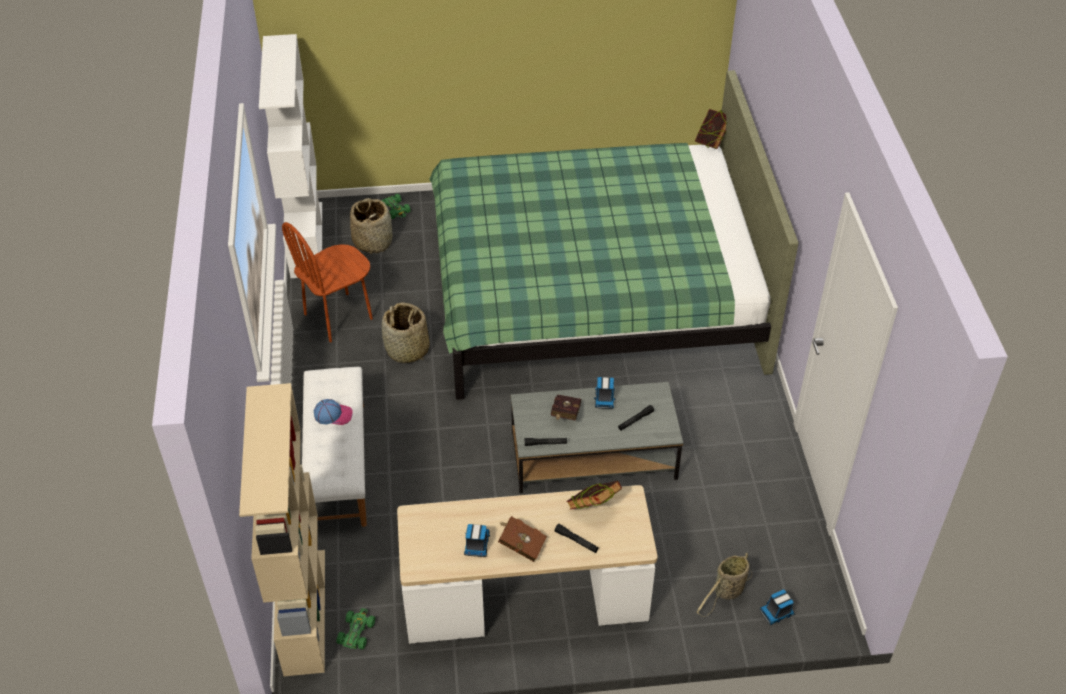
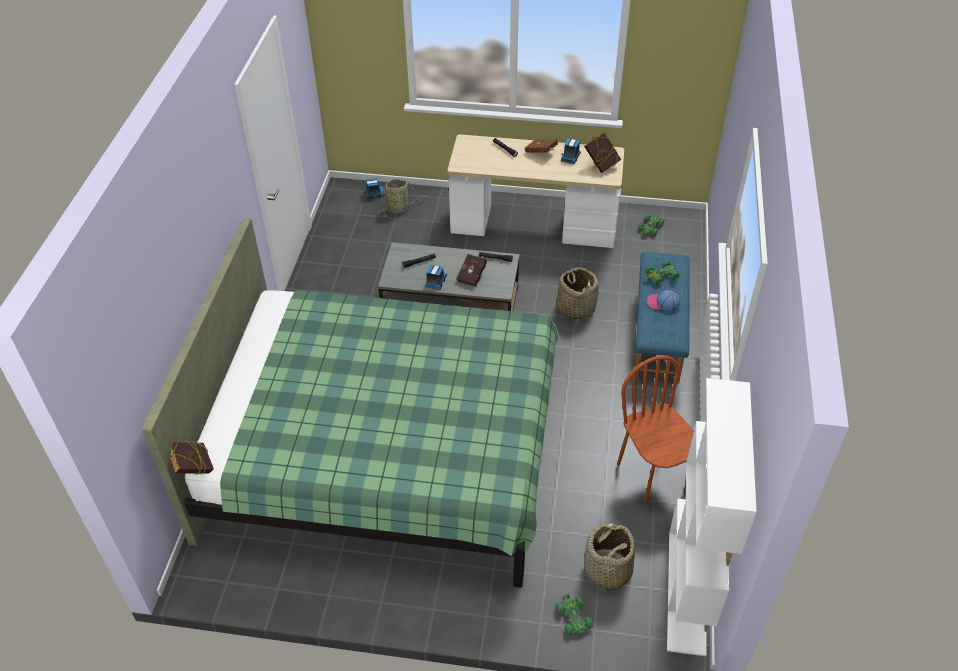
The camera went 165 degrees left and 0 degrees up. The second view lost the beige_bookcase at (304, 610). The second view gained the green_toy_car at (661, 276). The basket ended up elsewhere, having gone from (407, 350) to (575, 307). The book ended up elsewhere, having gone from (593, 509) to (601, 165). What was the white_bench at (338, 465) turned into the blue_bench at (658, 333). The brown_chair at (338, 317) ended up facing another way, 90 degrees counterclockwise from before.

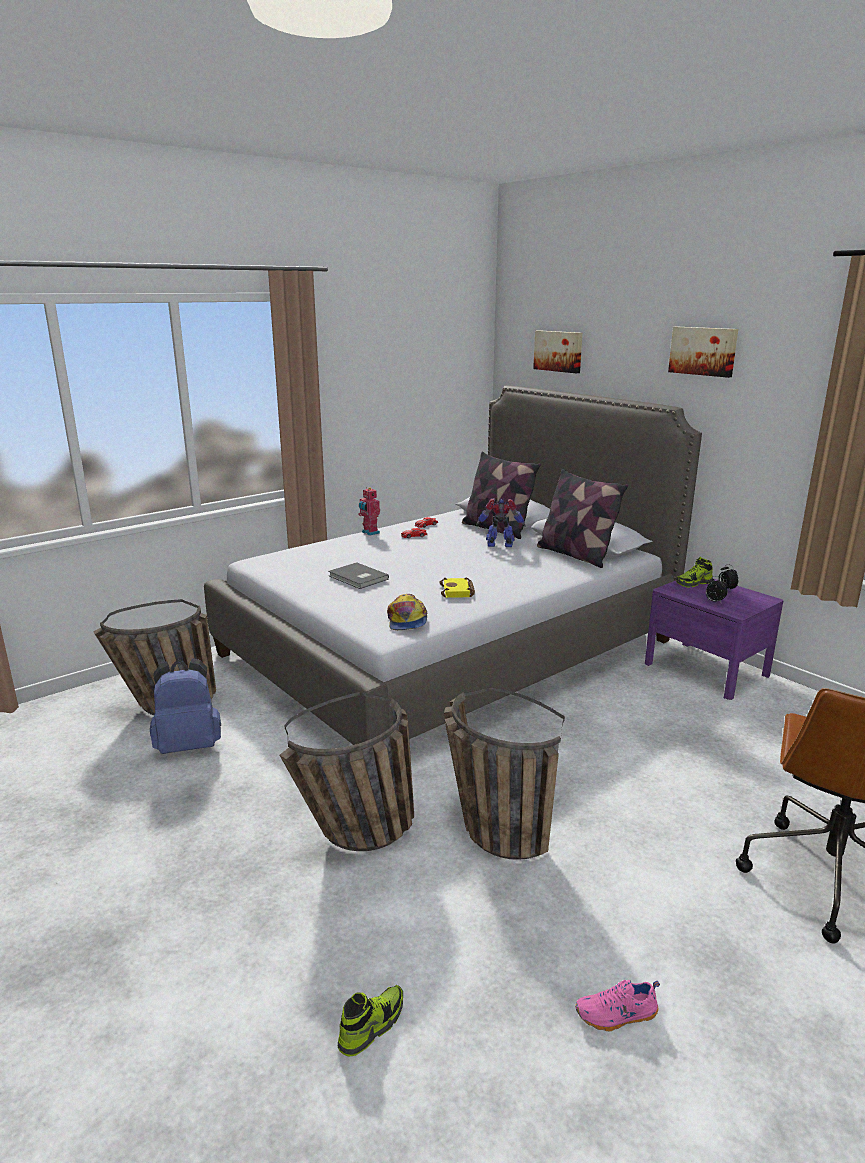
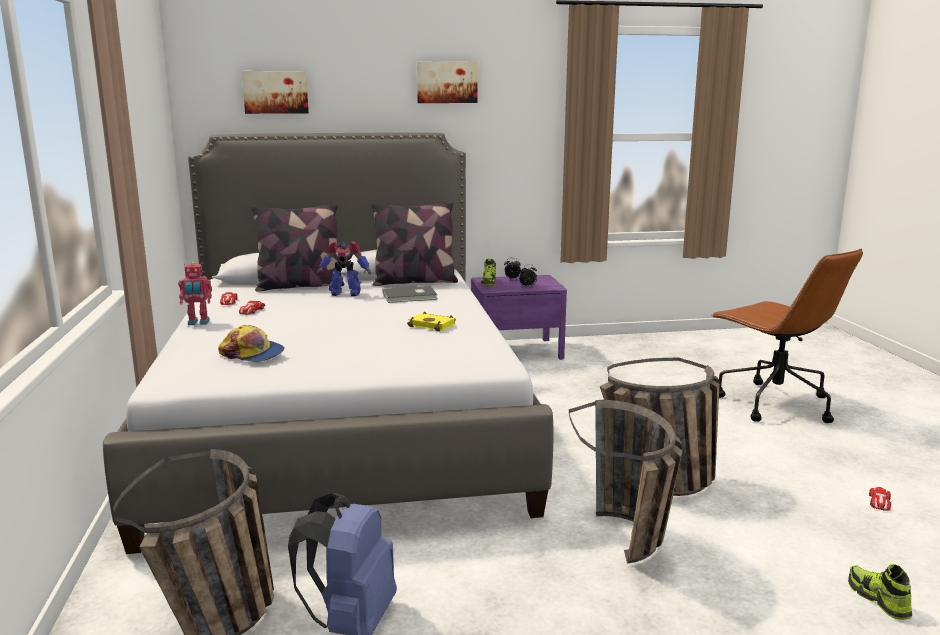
The camera went 60 degrees left and 5 degrees down. The grey_book ended up elsewhere, having gone from (357, 578) to (410, 296). The cap ended up elsewhere, having gone from (407, 621) to (253, 354). Where the pink_shoe stood at (616, 1015), the toy_car came to stand at (879, 502). The toy_robot at (500, 545) ended up facing another way, 120 degrees counterclockwise from before.

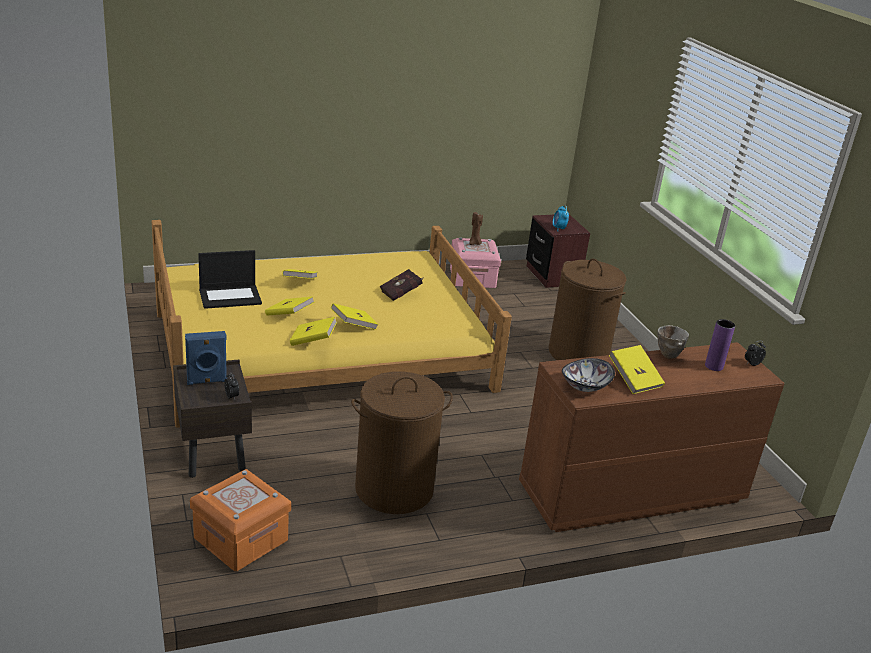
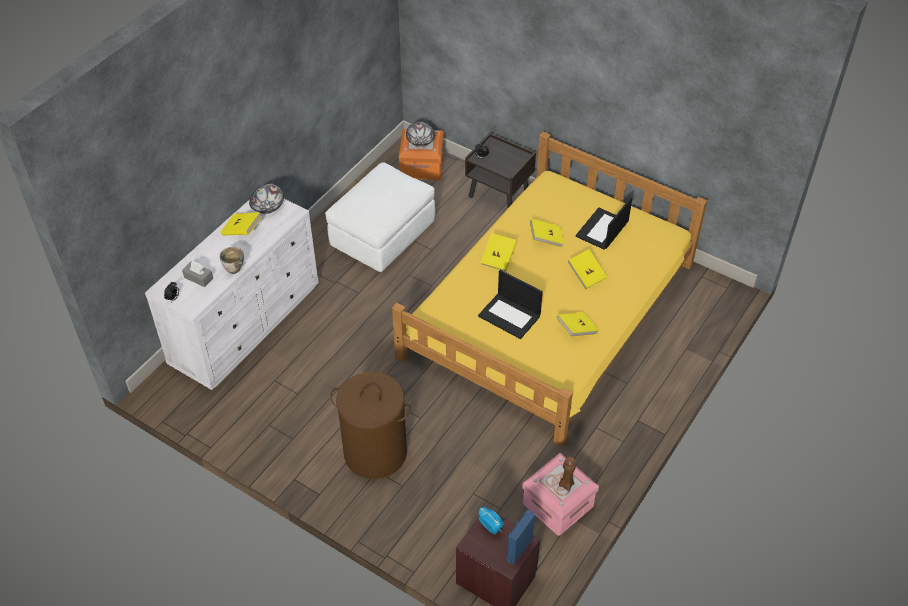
The camera went 145 degrees right and 20 degrees up. The second view gained the bowl at (420, 141). The blue_speaker ended up elsewhere, having gone from (207, 381) to (518, 549). The yellow_book ended up elsewhere, having gone from (313, 341) to (576, 330). Where the brown_laundry_basket stood at (394, 489), the white_ottoman came to stand at (382, 236). Where the red_book stood at (402, 294), the laptop came to stand at (510, 316). Where the purple_vase stood at (714, 366), the grey_tissue_box came to stand at (198, 278). What was the brown_dresser at (631, 493) turned into the white_dresser at (246, 324).

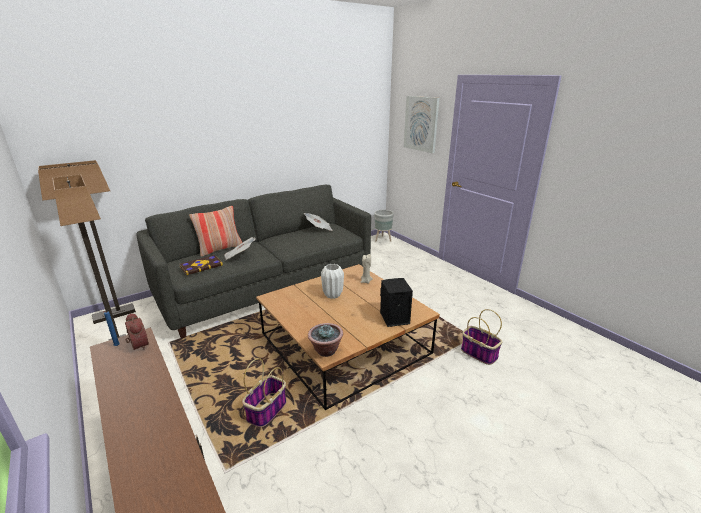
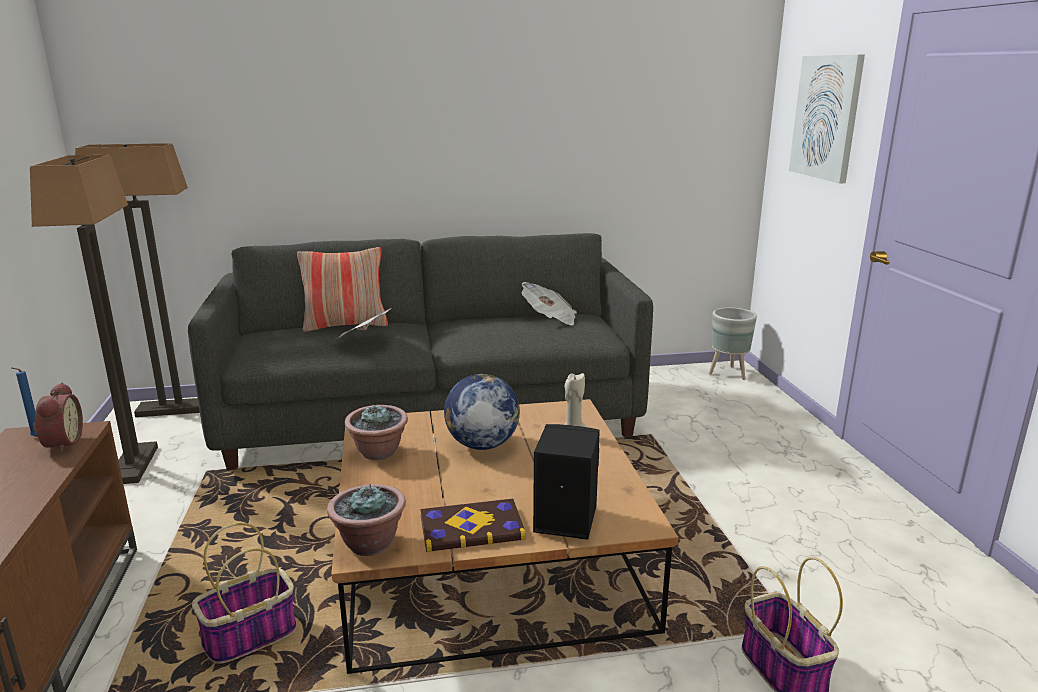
The camera went 25 degrees right and 5 degrees down. The second view gained the potted_plant at (379, 452). The book ended up elsewhere, having gone from (201, 266) to (471, 527). Where the white_vase stood at (332, 295), the globe came to stand at (481, 445).

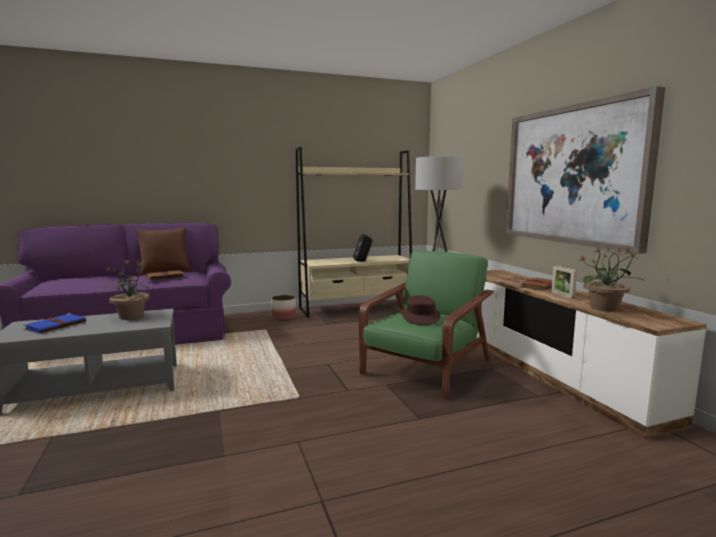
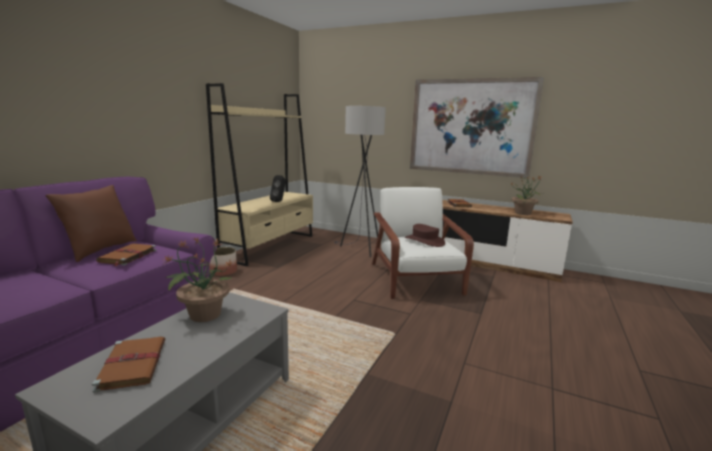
The camera went 45 degrees left and 5 degrees up. The second view lost the picture_frame at (562, 295). What was the blue_book at (56, 325) turned into the brown_book at (133, 364). What was the green_armchair at (426, 368) turned into the white_armchair at (415, 279).

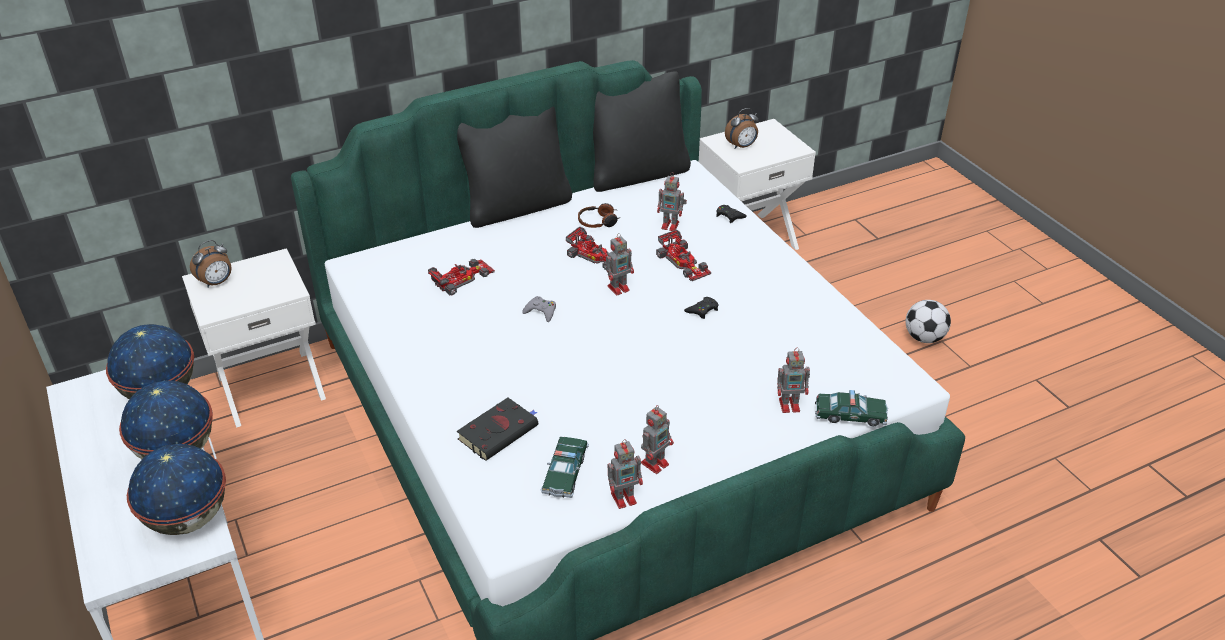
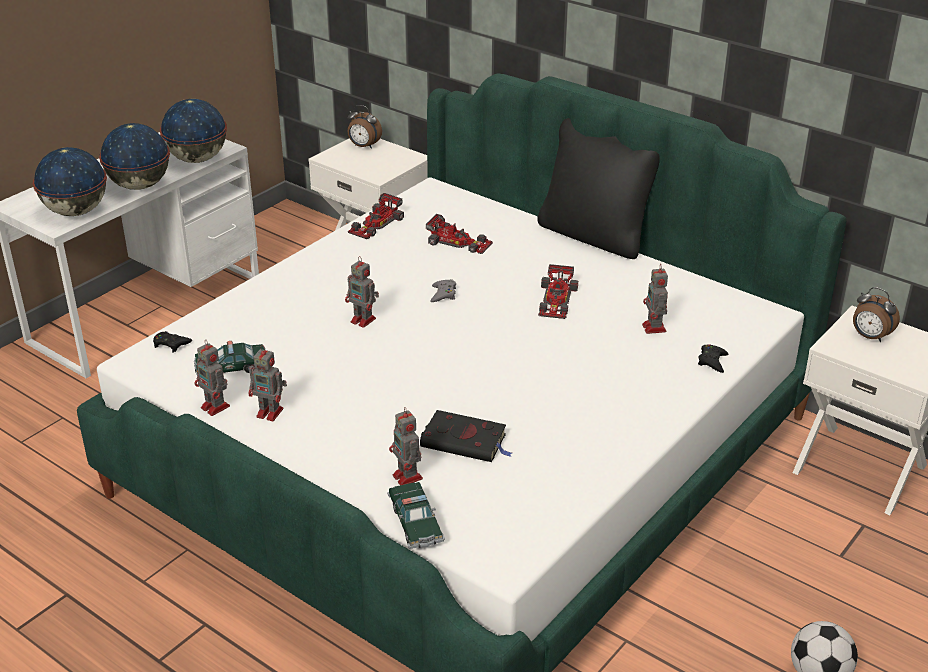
The camera went 65 degrees right and 5 degrees down. The second view lost the headphones at (598, 222). The second view lost the black_pillow at (636, 174). The black_book ended up elsewhere, having gone from (499, 431) to (466, 441). The toy_robot ended up elsewhere, having gone from (619, 288) to (364, 320). The toy_car ended up elsewhere, having gone from (683, 262) to (376, 224). The black_game_controller ended up elsewhere, having gone from (702, 310) to (171, 344).

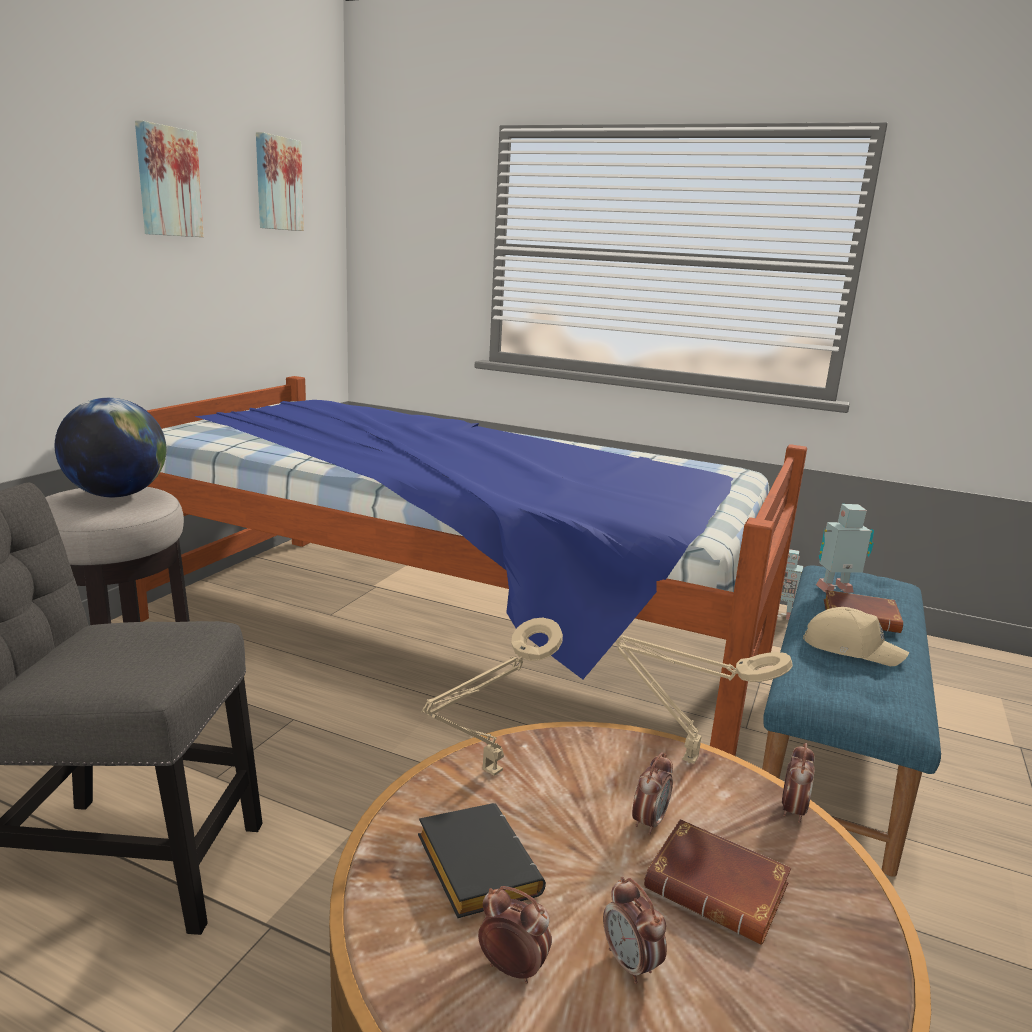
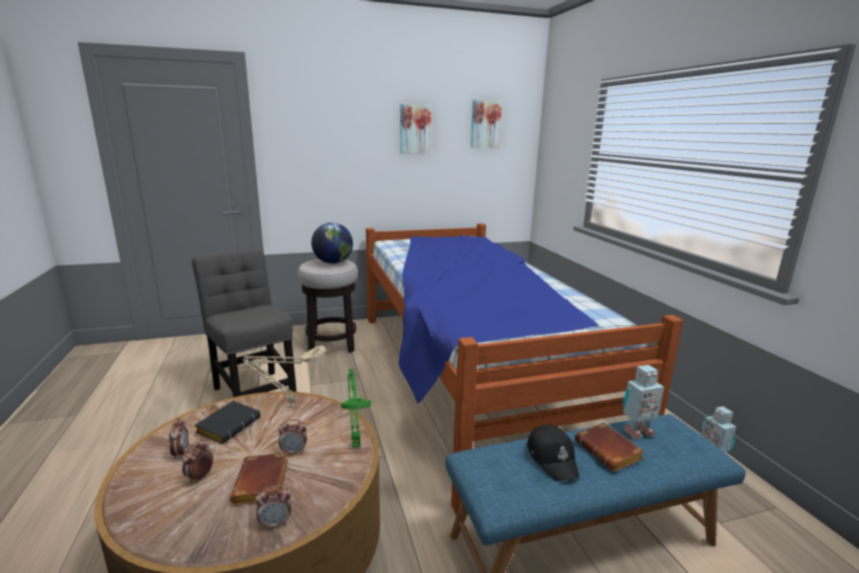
The camera went 50 degrees right and 0 degrees up. The alarm_clock ended up elsewhere, having gone from (792, 810) to (275, 523). What was the beige_table_lamp at (684, 758) turned into the green_table_lamp at (355, 444). What was the beige_cap at (851, 648) turned into the black_cap at (552, 458). The toy_robot at (836, 590) ended up facing another way, 120 degrees clockwise from before.

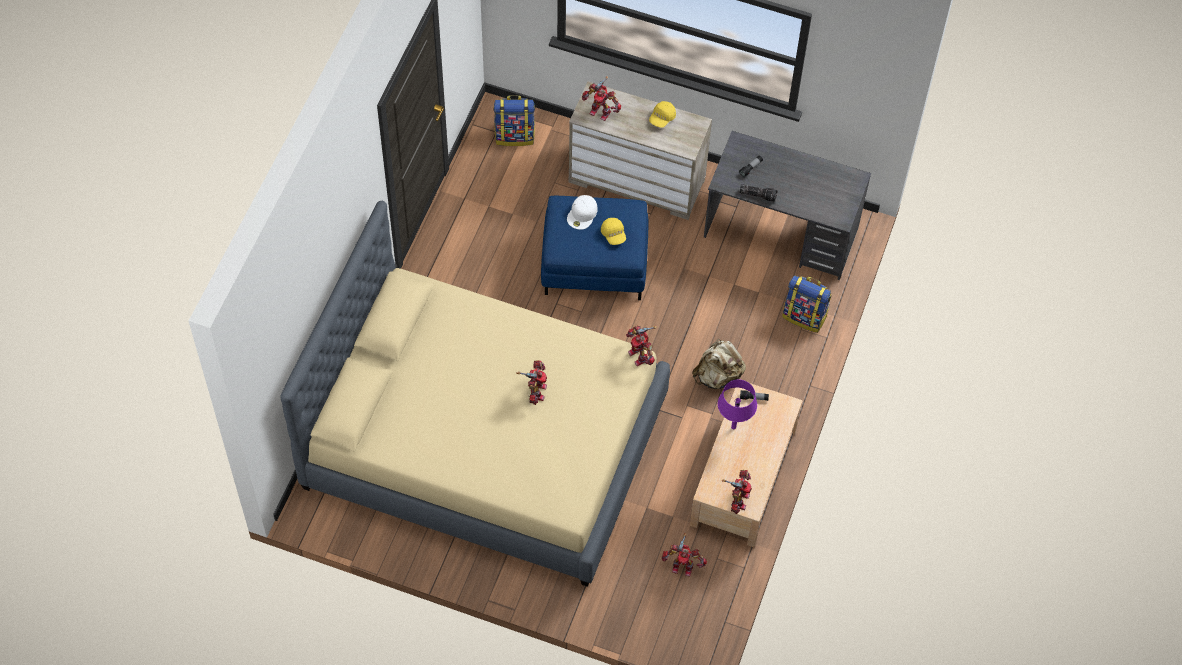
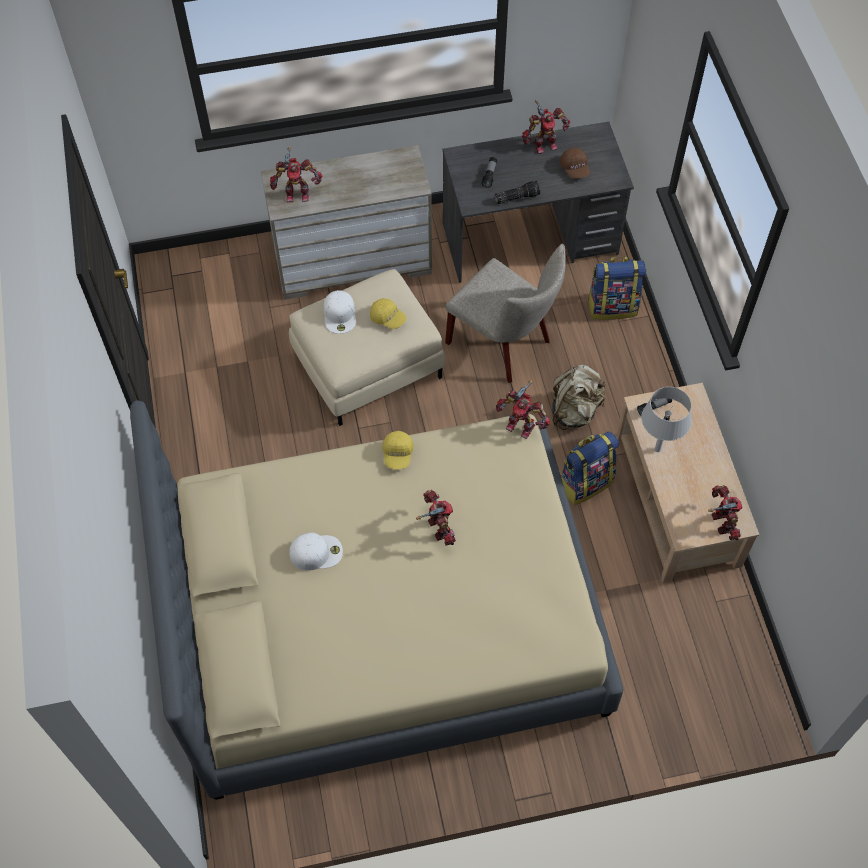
The camera went 30 degrees left and 0 degrees up. The second view gained the white_cap at (316, 552). The second view gained the beige_chair at (504, 344). The second view gained the brown_cap at (575, 168). The backpack ended up elsewhere, having gone from (515, 135) to (585, 482). The yellow_cap ended up elsewhere, having gone from (662, 118) to (398, 454). The toy_robot ended up elsewhere, having gone from (682, 566) to (544, 144). What was the blue_ottoman at (594, 262) turned into the beige_ottoman at (368, 365). What was the purple_table_lamp at (733, 427) turned into the grey_table_lamp at (657, 449).

